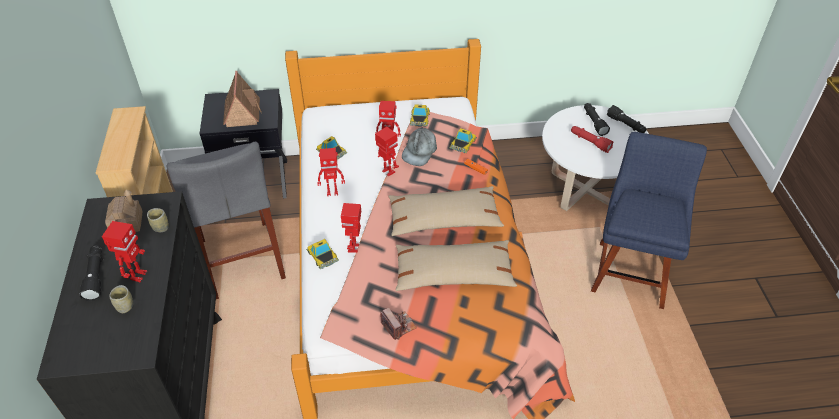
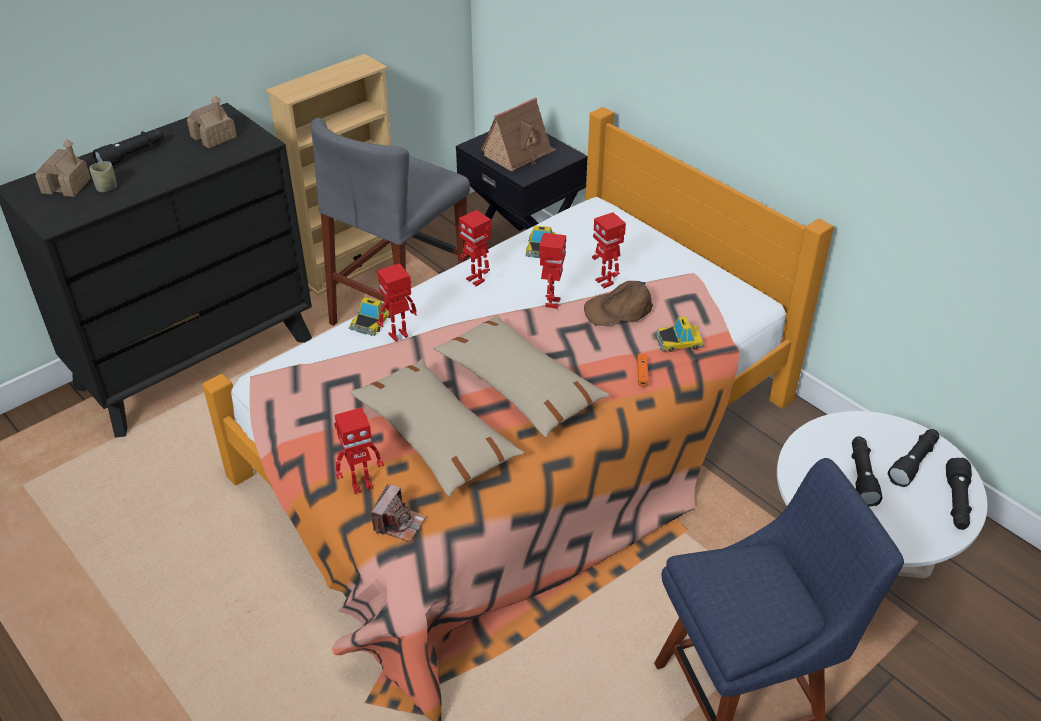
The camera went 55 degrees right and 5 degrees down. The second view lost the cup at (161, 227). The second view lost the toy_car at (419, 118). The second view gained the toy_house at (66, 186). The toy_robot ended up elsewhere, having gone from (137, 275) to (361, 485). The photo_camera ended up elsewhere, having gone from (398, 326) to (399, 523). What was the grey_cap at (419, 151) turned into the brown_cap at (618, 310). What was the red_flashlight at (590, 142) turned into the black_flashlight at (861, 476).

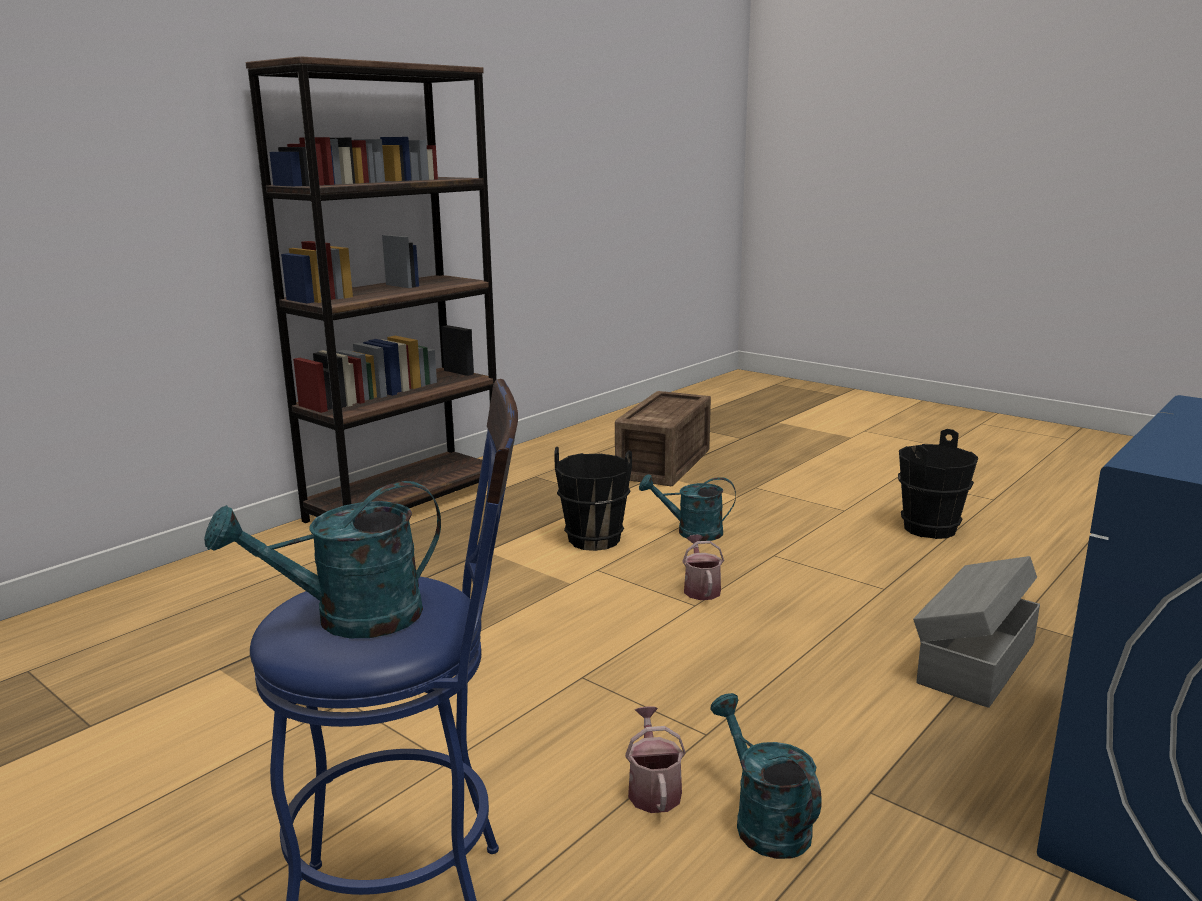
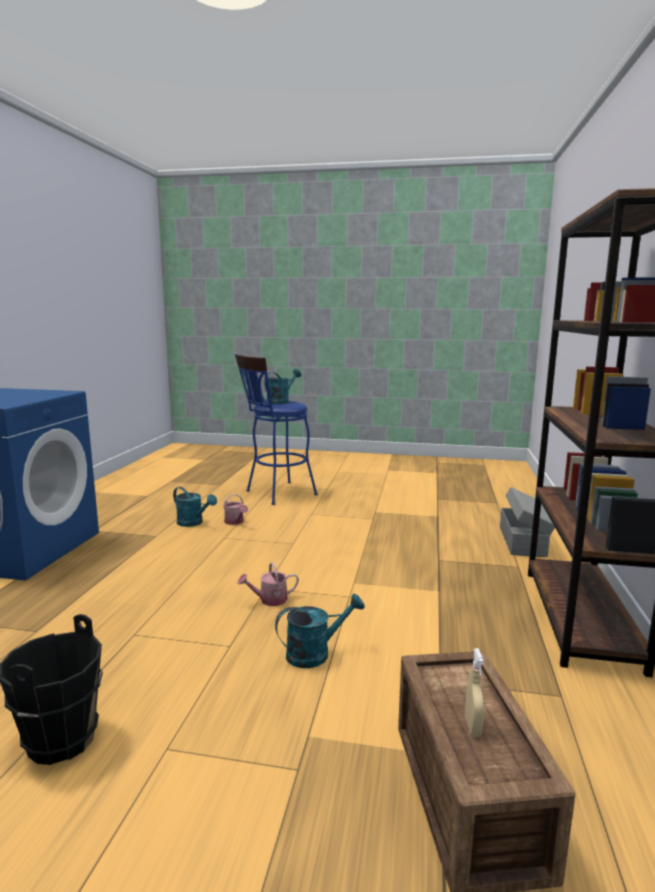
The camera went 150 degrees right and 5 degrees down. The second view lost the black_bucket at (594, 539). The second view gained the beige_spray_bottle at (472, 727). The grey_storage_box ended up elsewhere, having gone from (974, 662) to (523, 541). The watering_can at (701, 588) ended up facing another way, 105 degrees clockwise from before.

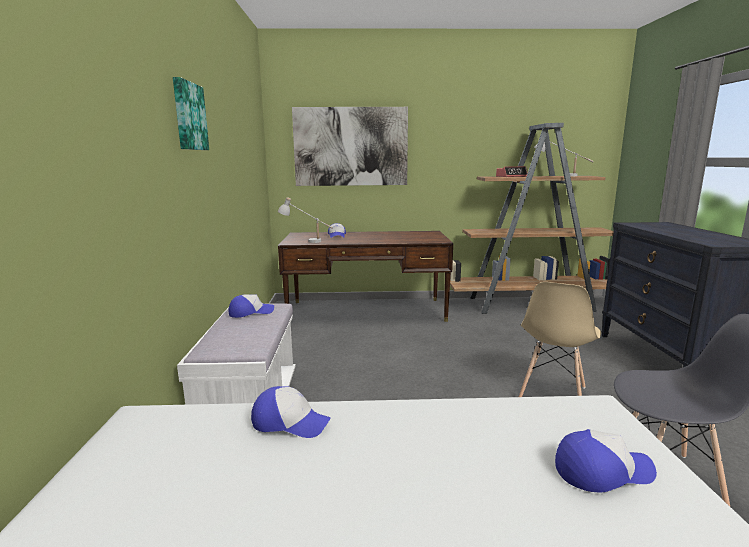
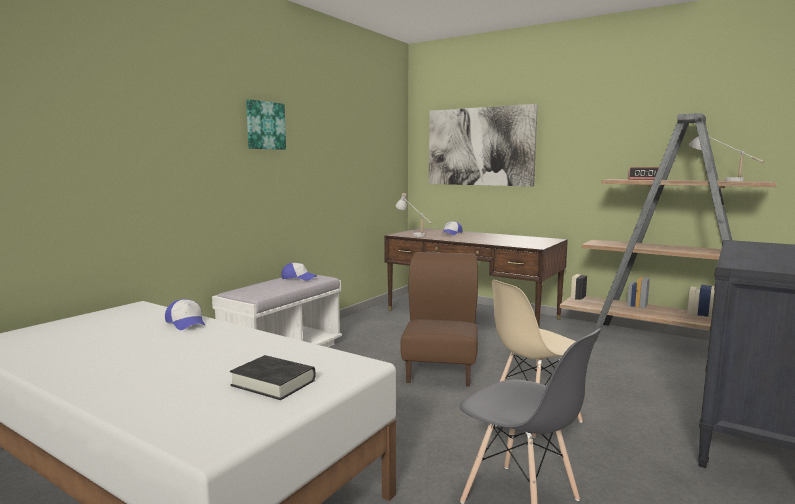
The camera went 35 degrees right and 5 degrees down. The second view gained the brown_chair at (441, 370). Where the cap stood at (602, 470), the black_book came to stand at (273, 383).

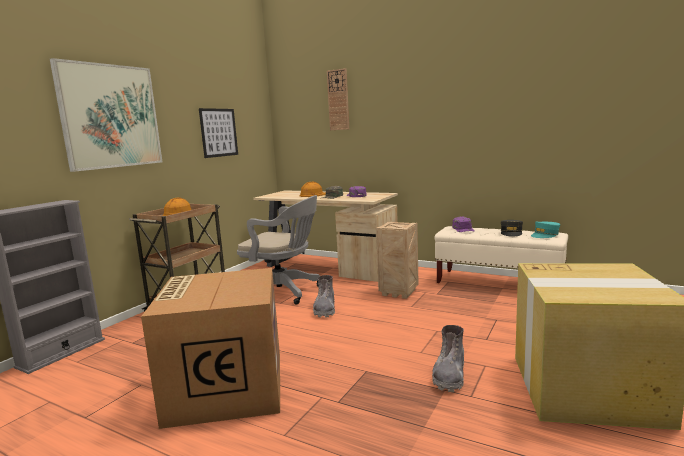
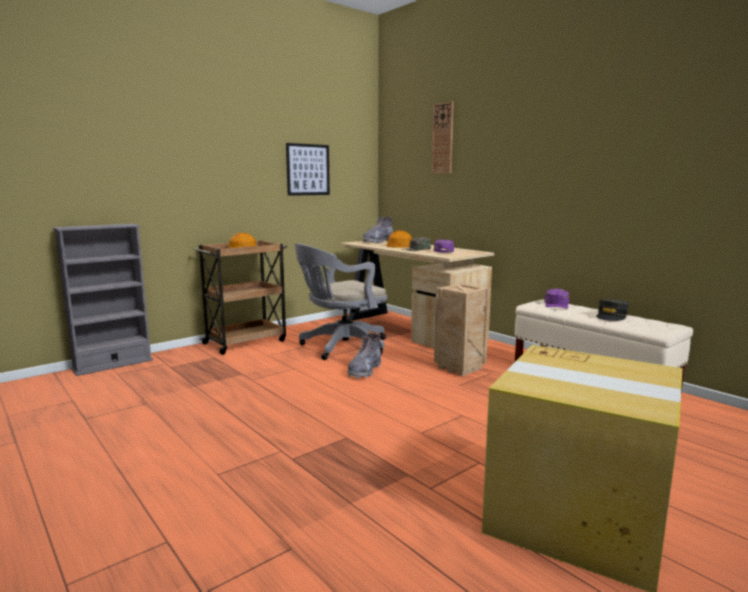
The camera went 20 degrees right and 0 degrees up. The second view lost the picture at (110, 116). The second view lost the cardboard_box at (225, 387). The second view lost the turquoise_cap at (545, 235). The grey_boot ended up elsewhere, having gone from (449, 376) to (377, 242). The grey_office_chair at (284, 292) ended up facing another way, 105 degrees clockwise from before.

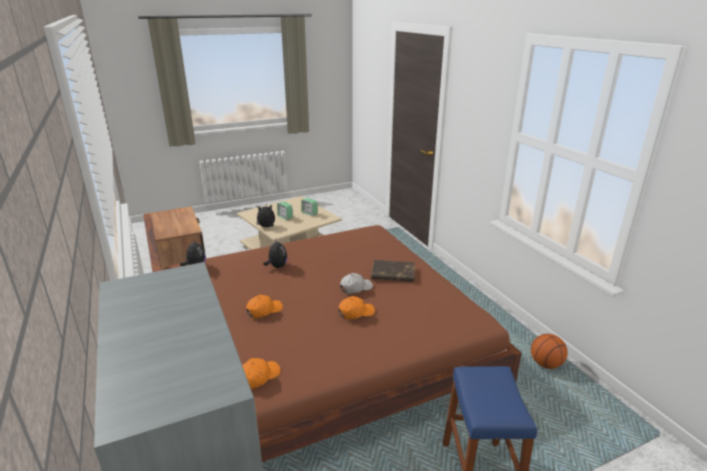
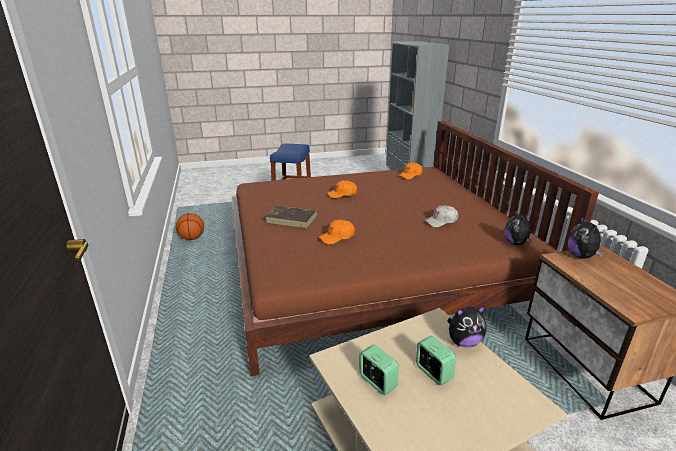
The camera went 170 degrees left and 0 degrees up. The orange_cap ended up elsewhere, having gone from (264, 310) to (337, 237). The plush_toy ended up elsewhere, having gone from (277, 266) to (581, 256). The white_cap ended up elsewhere, having gone from (355, 288) to (441, 221).

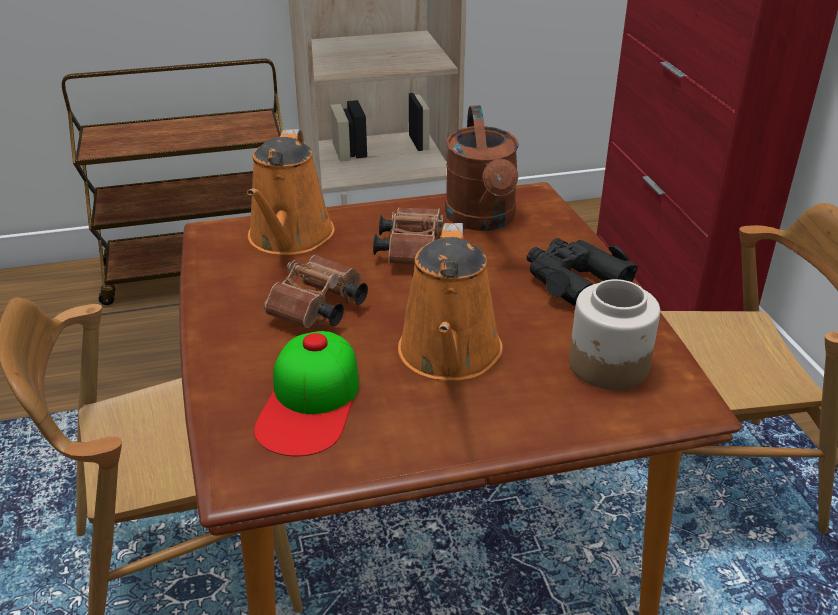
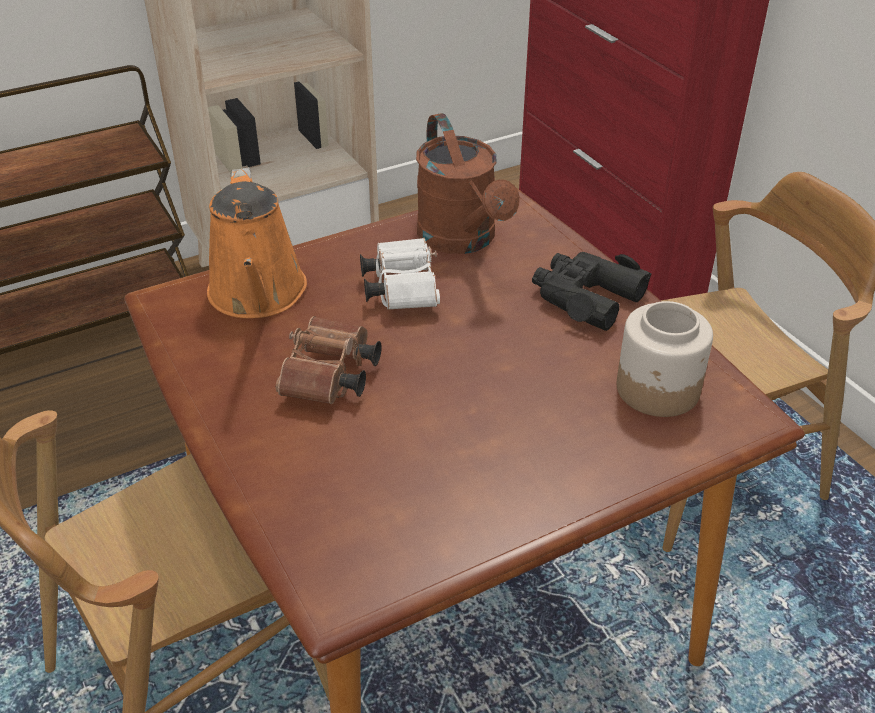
The camera went 15 degrees left and 5 degrees up. The second view lost the cap at (310, 402). The second view lost the orange_watering_can at (449, 356). What was the brown_binoculars at (411, 250) turned into the white_binoculars at (401, 288).

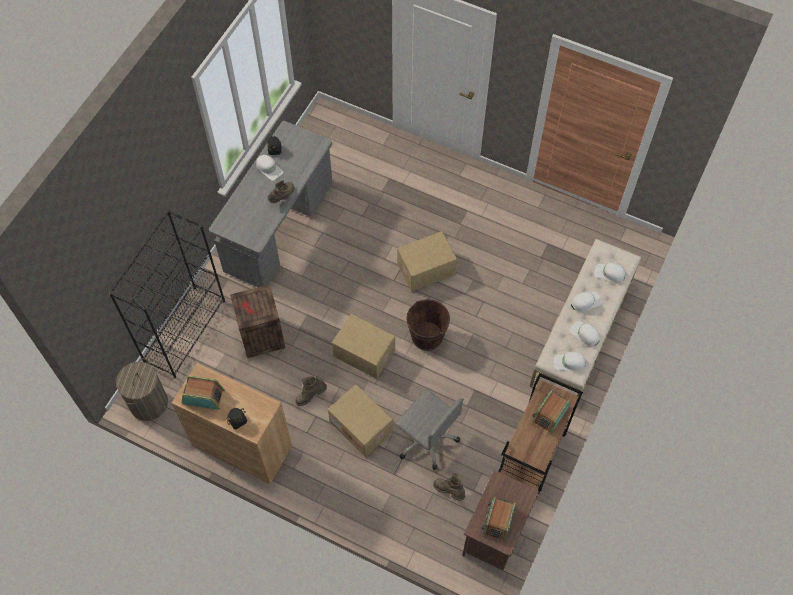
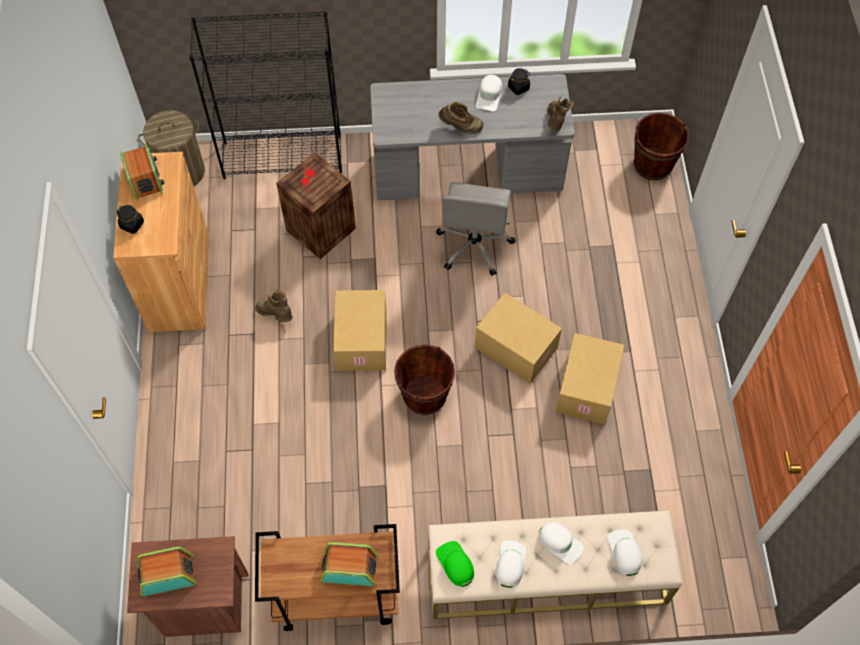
The camera went 60 degrees right and 0 degrees up. The second view gained the brown_bucket at (653, 164). The cardboard_box ended up elsewhere, having gone from (362, 426) to (588, 389). The grey_office_chair ended up elsewhere, having gone from (426, 439) to (474, 245). The brown_boot ended up elsewhere, having gone from (449, 491) to (556, 122). What was the white_cap at (569, 363) turned into the green_cap at (455, 564).

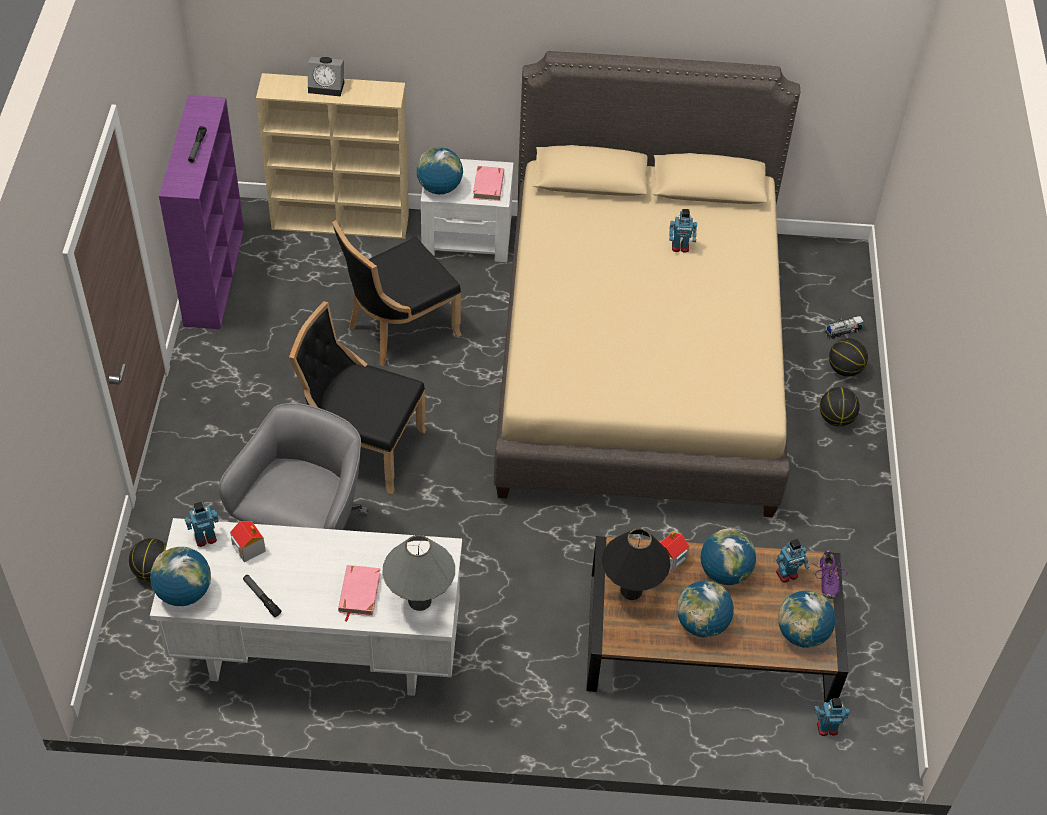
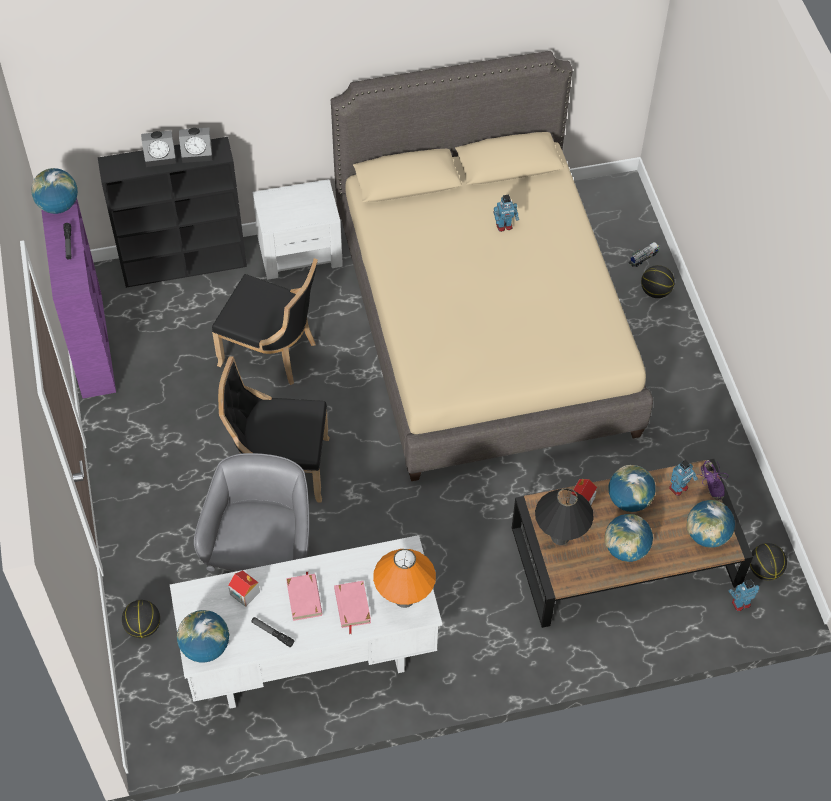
The camera went 15 degrees left and 5 degrees up. The second view lost the toy_robot at (205, 537). The second view gained the alarm_clock at (198, 153). The globe ended up elsewhere, having gone from (439, 188) to (58, 206). The pink_book ended up elsewhere, having gone from (488, 186) to (304, 598). The basketball ended up elsewhere, having gone from (836, 418) to (764, 570). What was the beige_bookcase at (342, 221) turned into the black_bookcase at (185, 264). What was the grey_table_lamp at (419, 600) turned into the orange_table_lamp at (404, 598). The black_chair at (398, 330) ended up facing another way, 105 degrees counterclockwise from before.

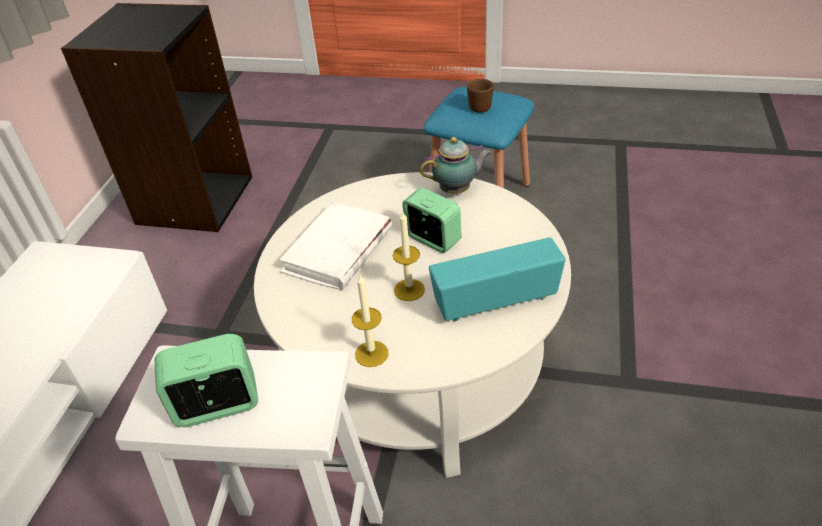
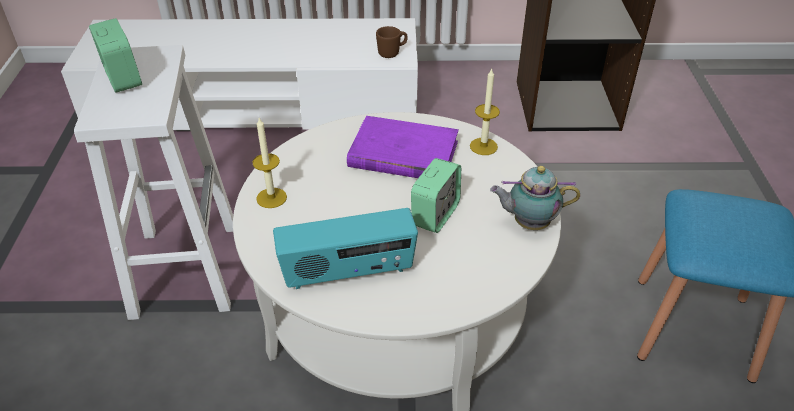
The camera went 75 degrees right and 0 degrees up. The candle ended up elsewhere, having gone from (409, 290) to (483, 146). The brown_mug ended up elsewhere, having gone from (478, 106) to (392, 53). What was the white_book at (338, 250) turned into the purple_book at (402, 154). The teapot at (457, 190) ended up facing another way, 120 degrees clockwise from before. The radio at (495, 301) ended up facing another way, 105 degrees clockwise from before.

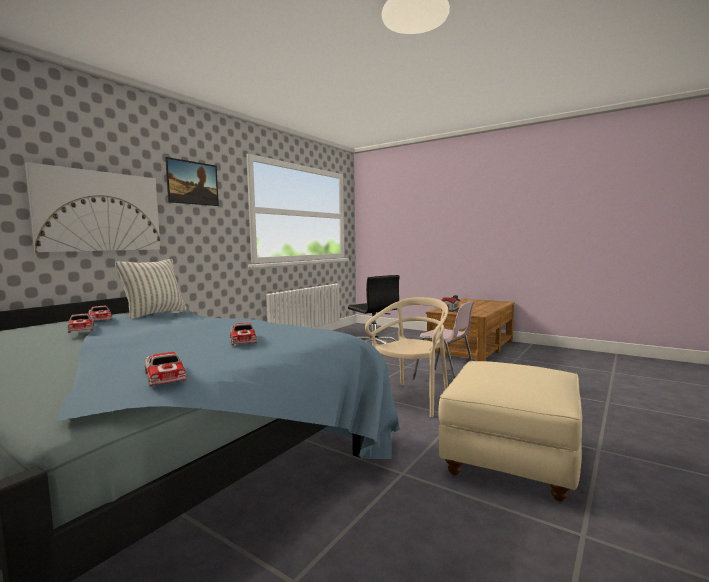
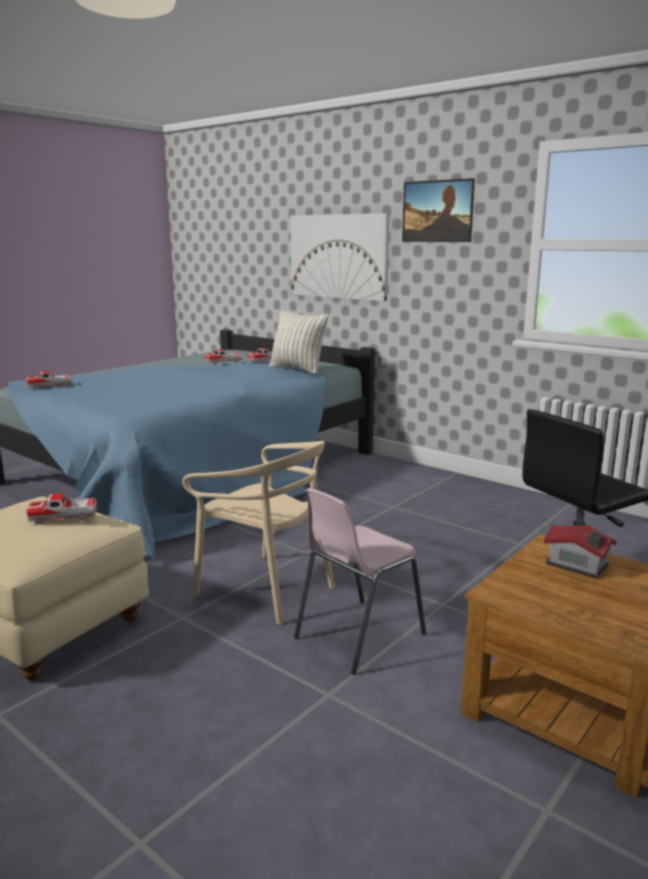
The camera went 95 degrees right and 10 degrees up. The toy_car ended up elsewhere, having gone from (243, 340) to (64, 517).

